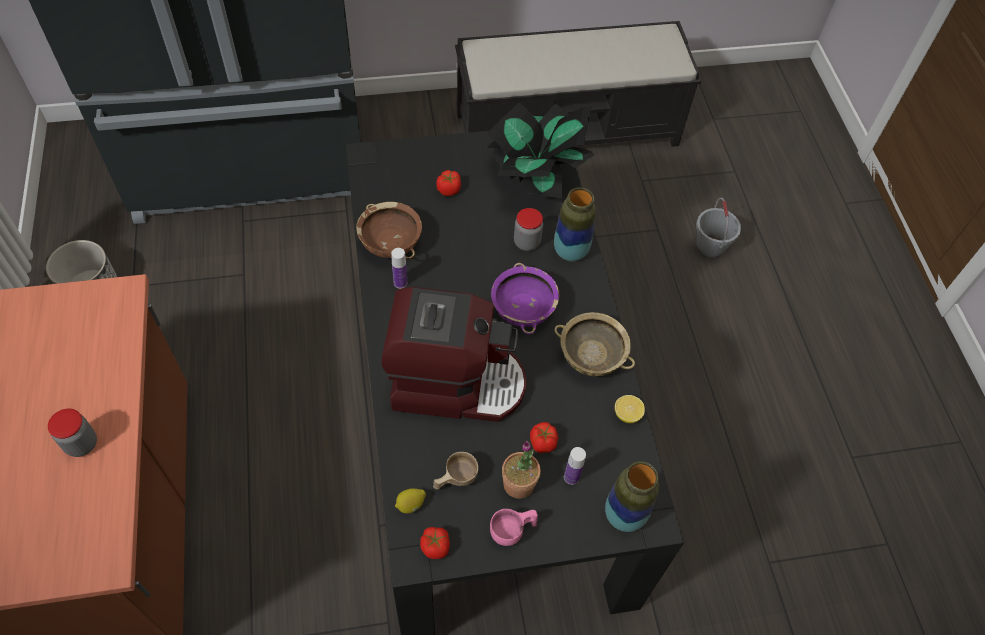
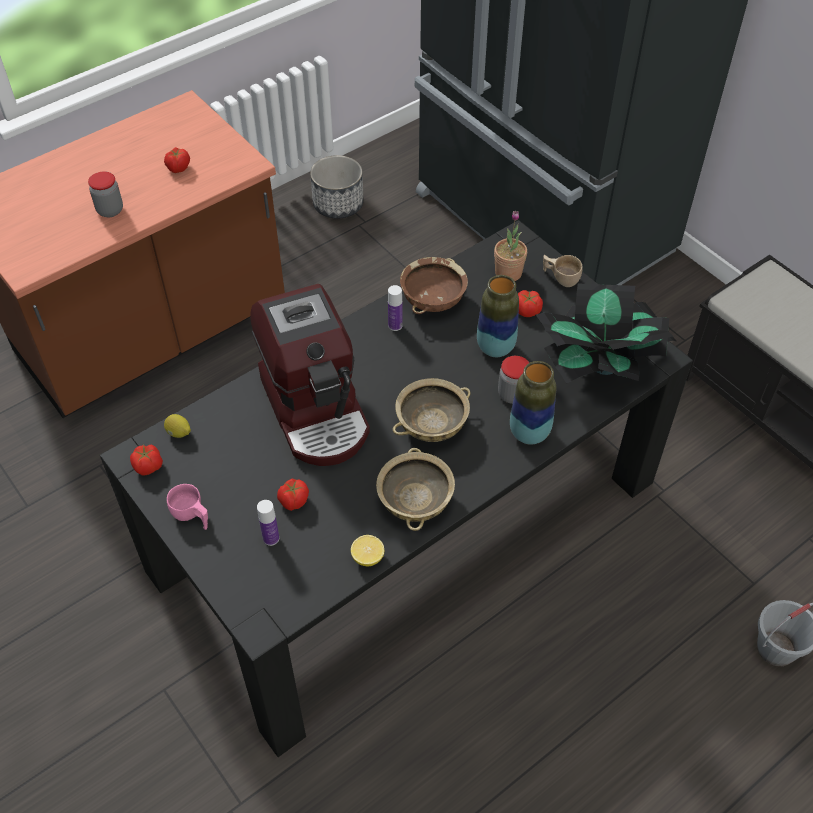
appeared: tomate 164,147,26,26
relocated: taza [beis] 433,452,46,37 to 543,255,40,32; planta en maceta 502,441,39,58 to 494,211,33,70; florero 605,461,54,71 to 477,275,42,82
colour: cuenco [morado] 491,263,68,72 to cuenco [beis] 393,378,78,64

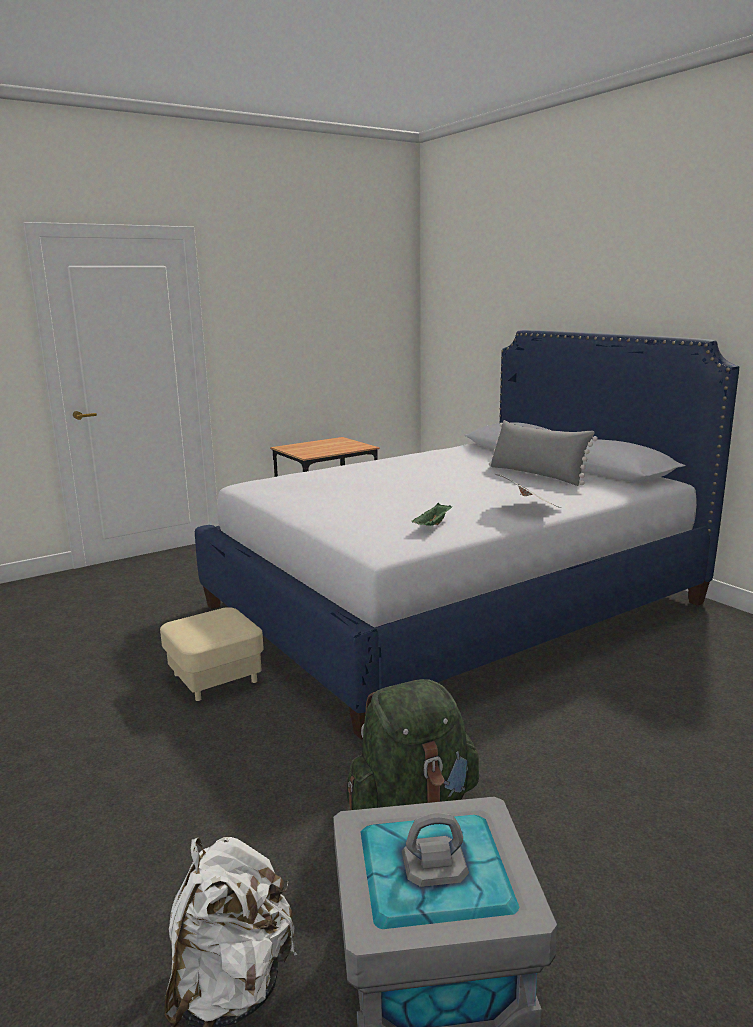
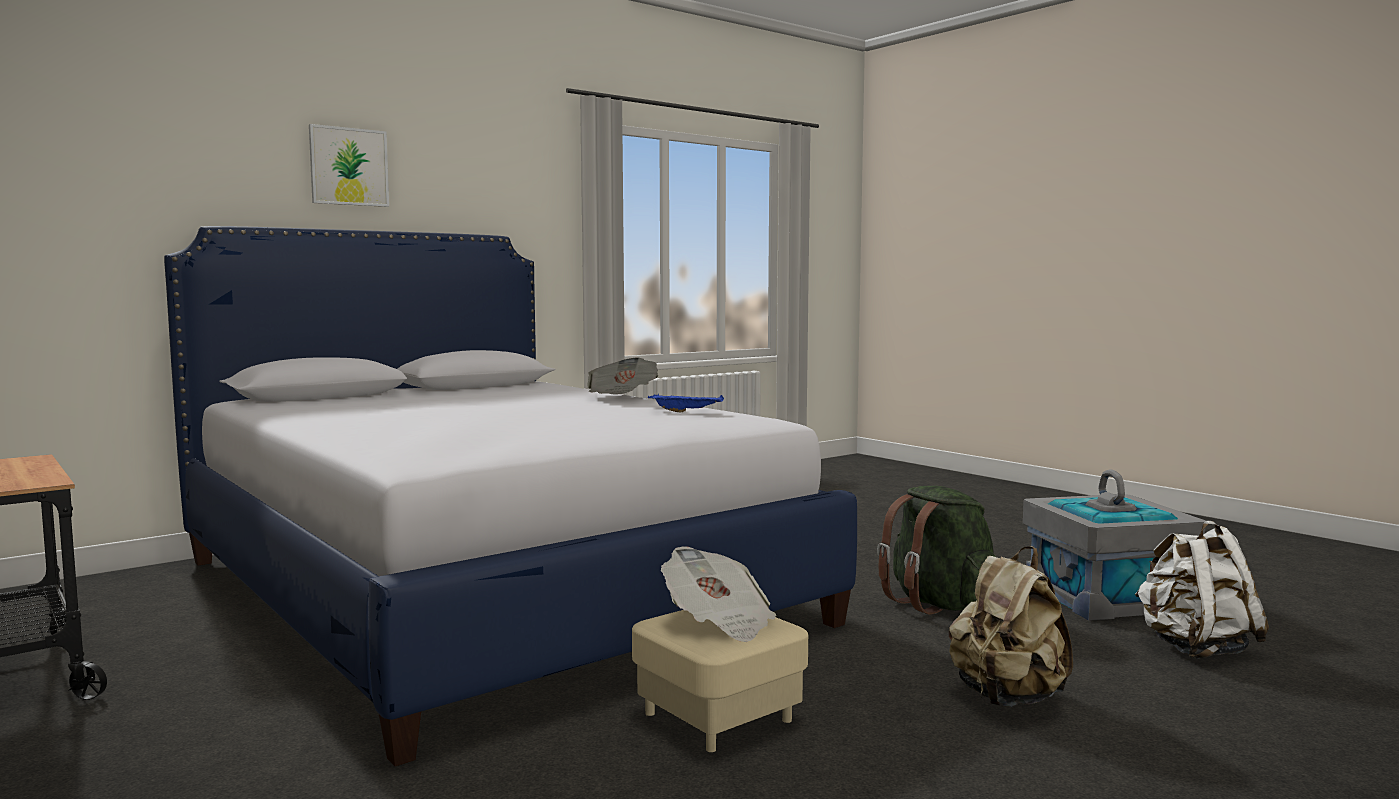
missing: cojín [gris] 489,420,109,66
appeared: cuadro 309,124,80,83; periódico 661,547,116,95; mochila [beis] 949,546,124,161
colour: bandeja [verde] 412,503,40,23 to bandeja [azul] 648,394,76,18

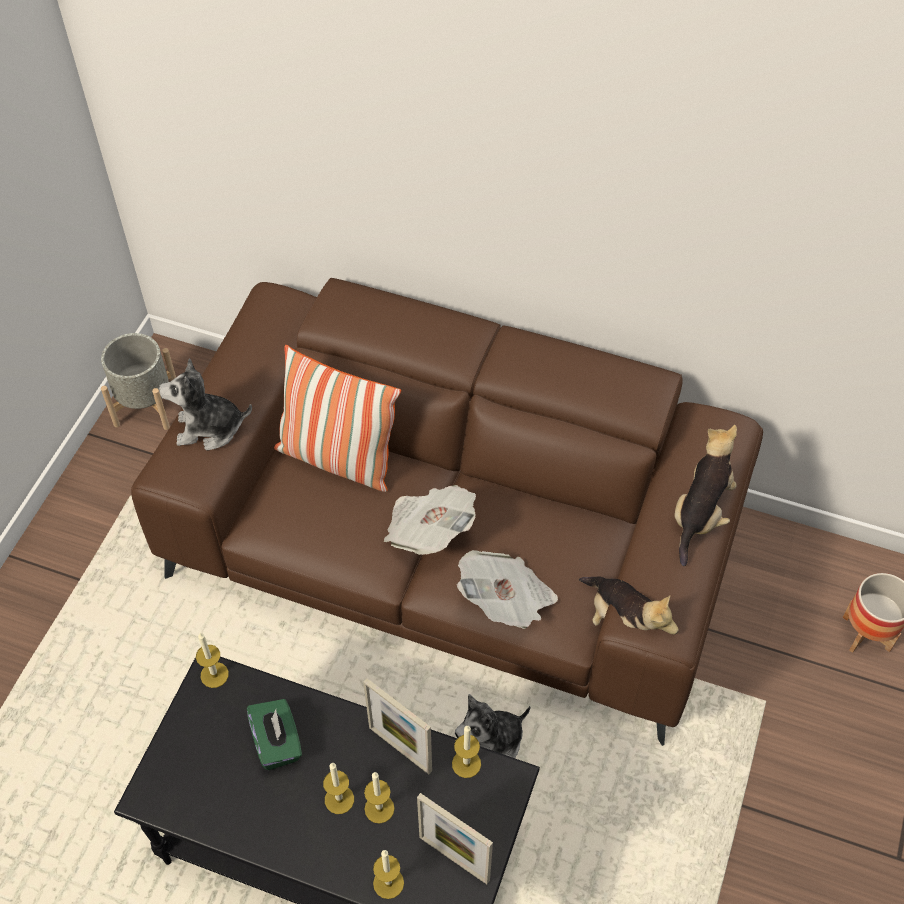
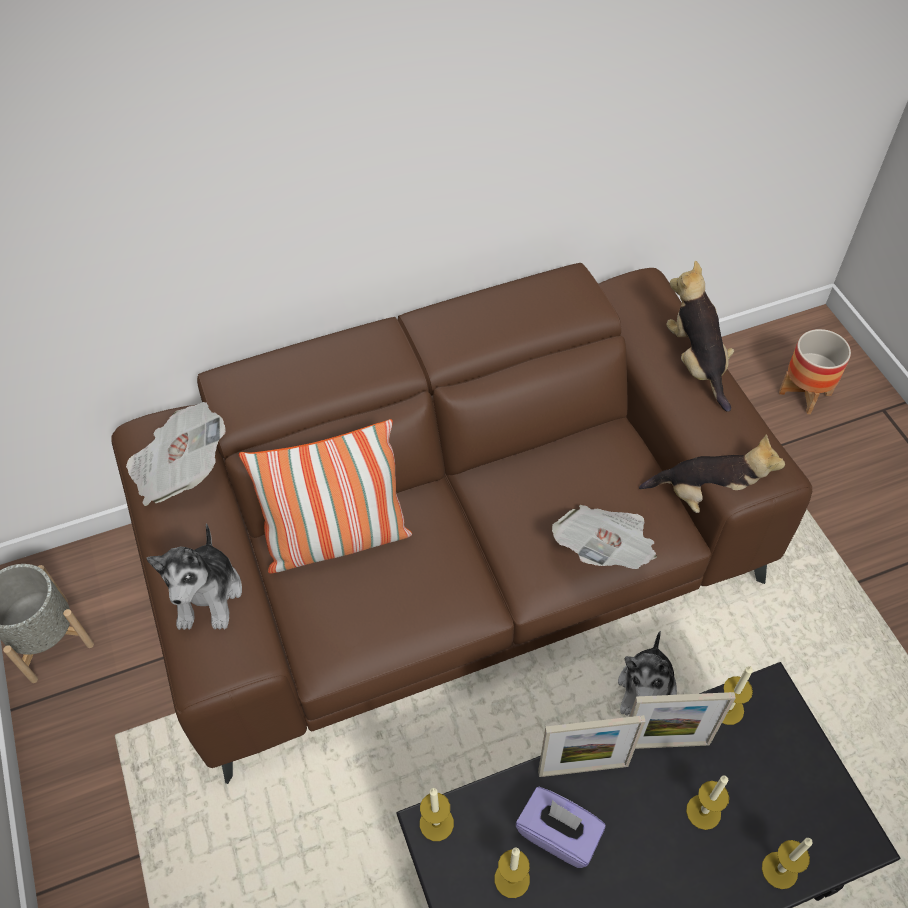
relocated: vela 323,763,31,51 to 495,847,35,51; periódico 384,485,92,70 to 126,402,100,104; portarretratos 417,793,76,91 to 538,715,108,62
colour: caja de pañuelos [verde] 247,699,55,71 to caja de pañuelos [morado] 516,787,90,81
spun: peluche 159,358,93,92 = 147,524,95,106 45 degrees counterclockwise

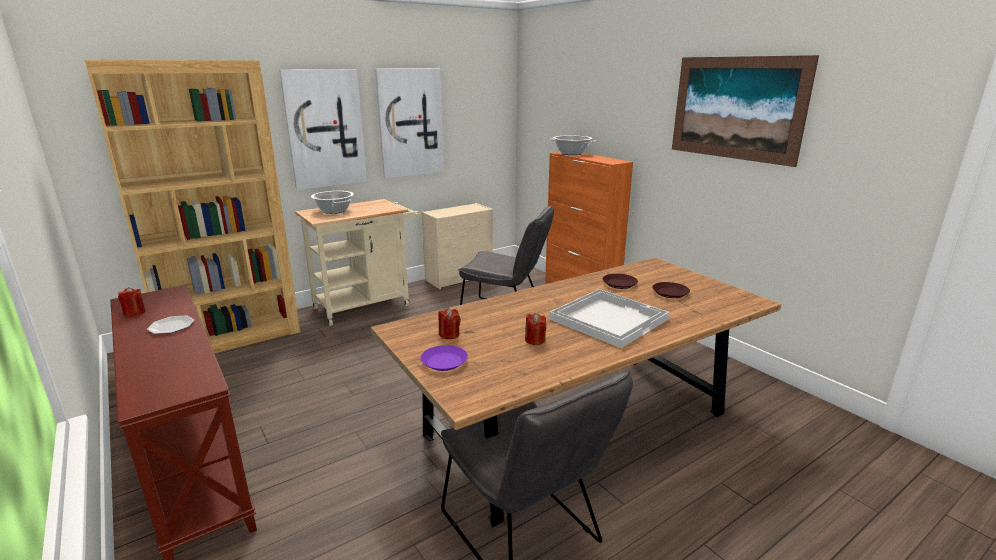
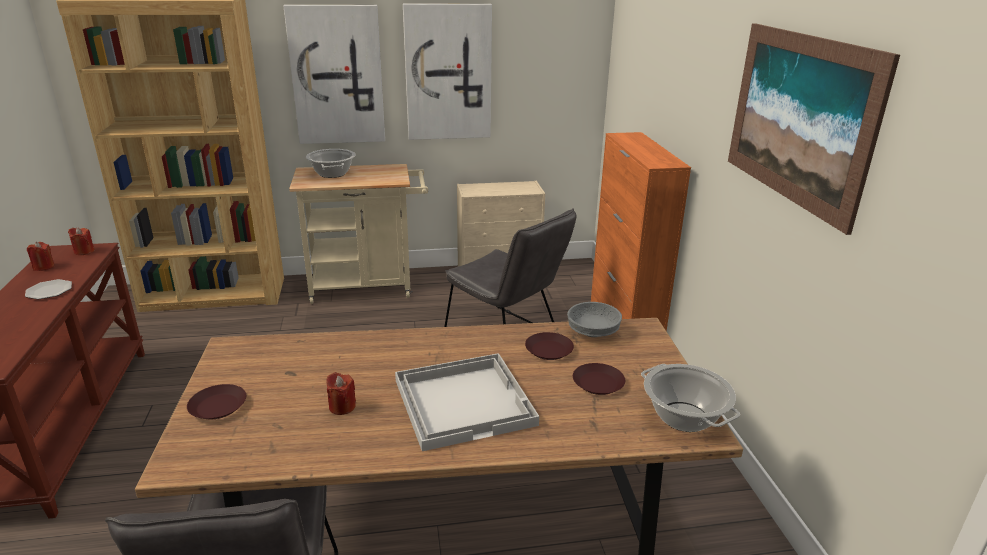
appeared: cuenco [gris] 567,302,55,35
relocated: vela [rojo] 438,308,23,31 to 68,227,26,28; olla 549,136,47,19 to 641,364,99,68
colour: plato [morado] 420,345,48,26 to plato [marrón] 187,384,59,35

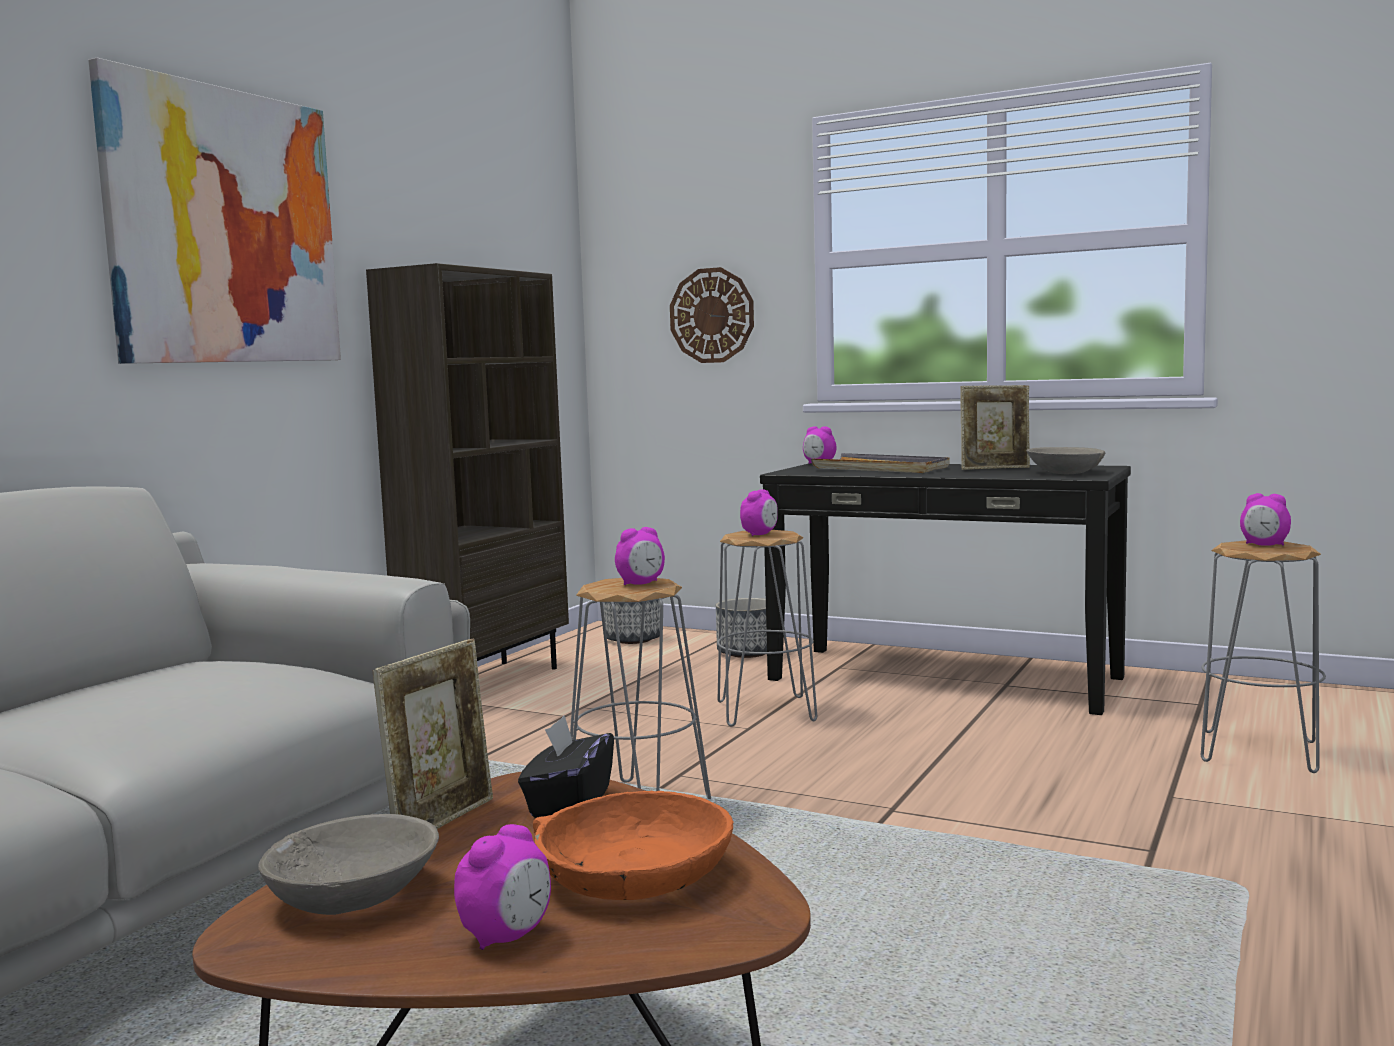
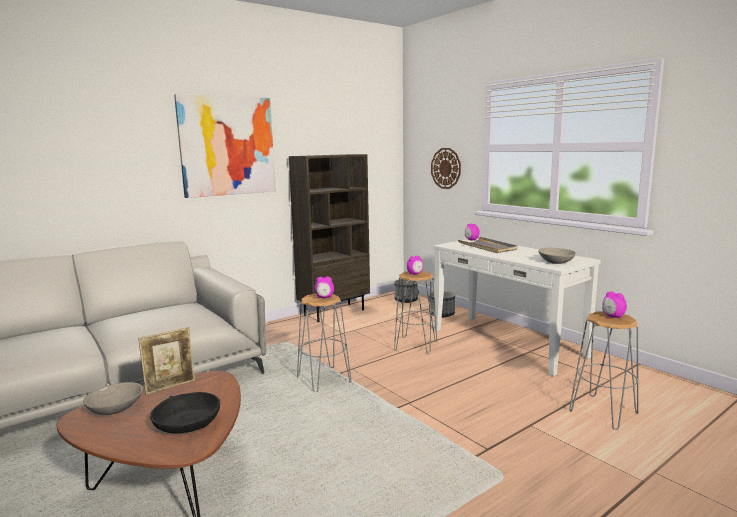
missing: despertador 454,824,97,126; caja de pañuelos [negro] 518,715,96,103; portarretratos 960,385,70,85
colour: cuenco [naranja] 533,791,201,109 to cuenco [negro] 150,392,70,42; mesa consola [negro] 760,463,371,252 to mesa consola [blanco] 434,239,167,137

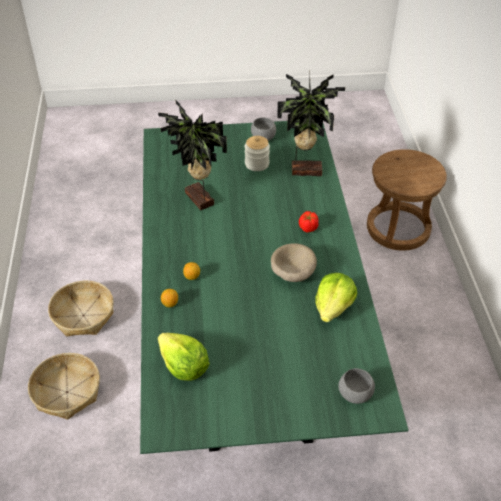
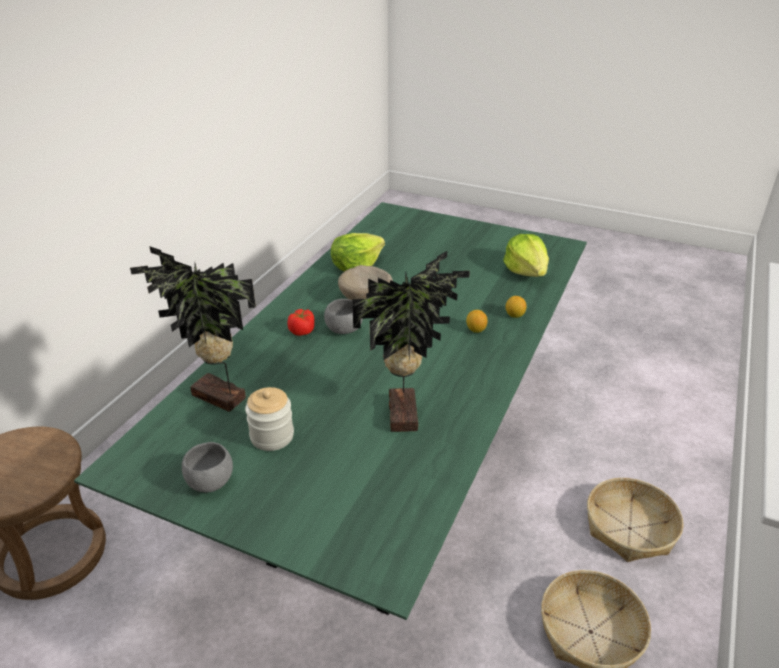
relocated: cuenco [gris] 338,368,37,36 to 324,299,39,35

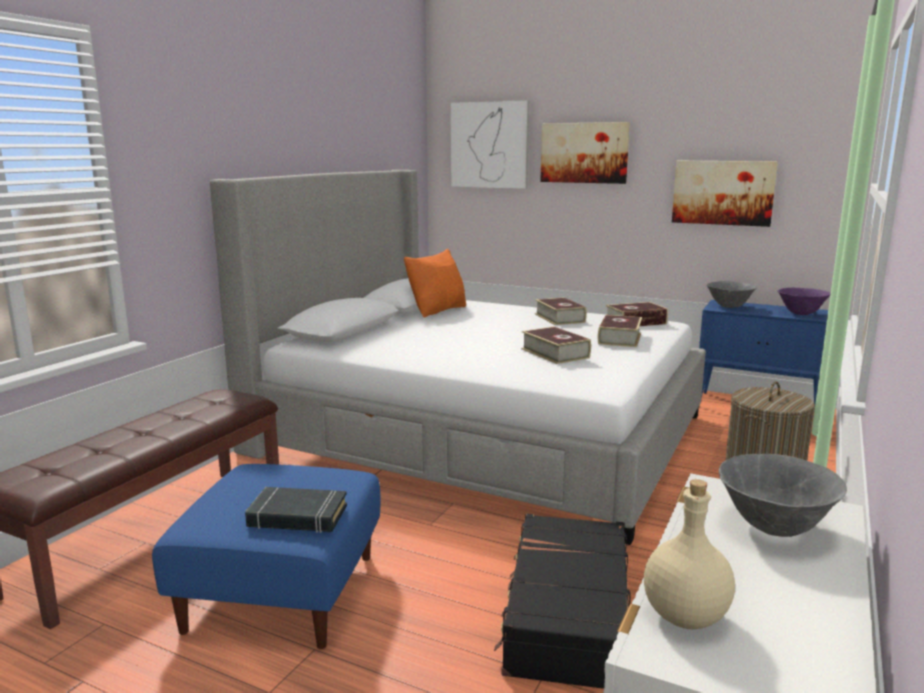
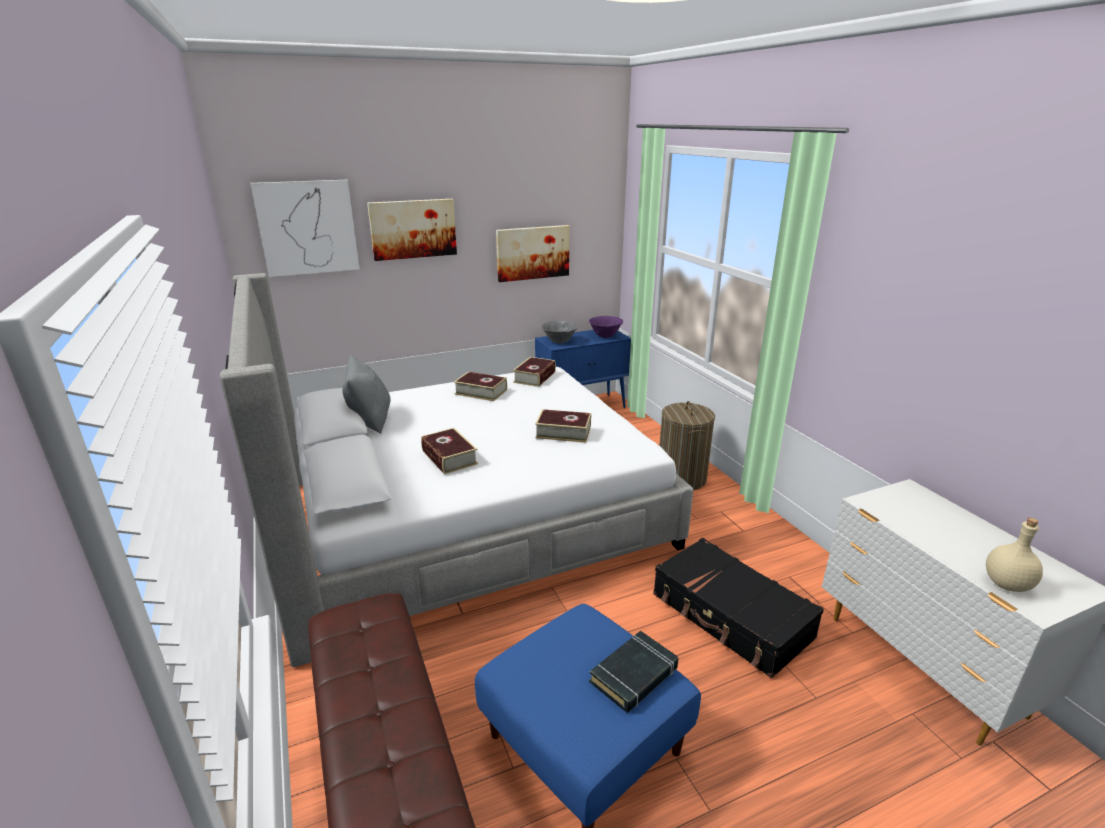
missing: cuenco [gris] 719,454,128,83
relocated: libro 598,315,44,32 to 421,428,57,46
colour: cojín [naranja] 404,249,62,69 to cojín [gris] 343,355,48,79

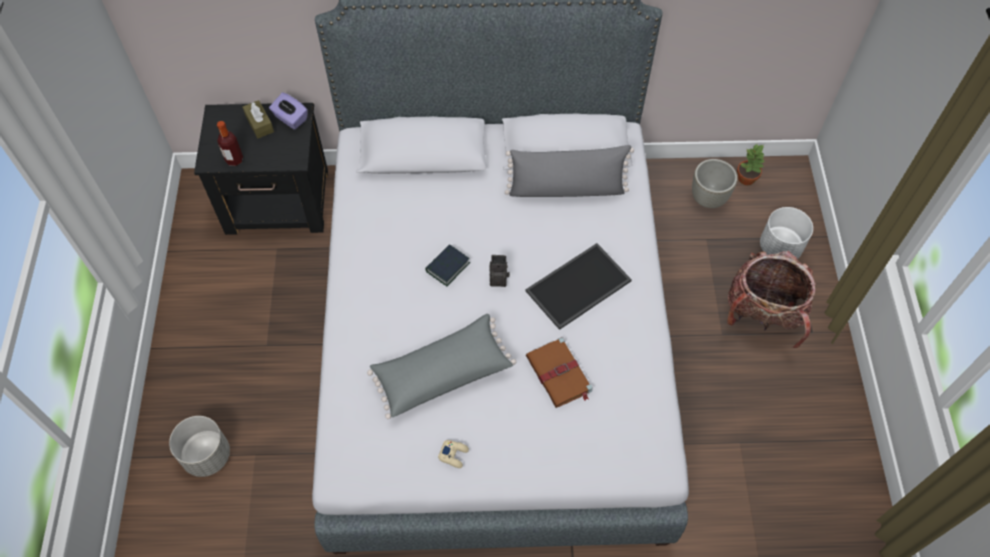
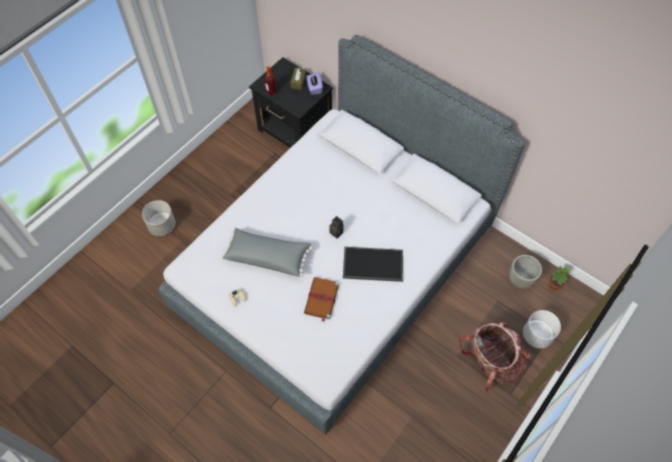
missing: libro 425,244,45,42; cojín [gris] 505,145,129,52

